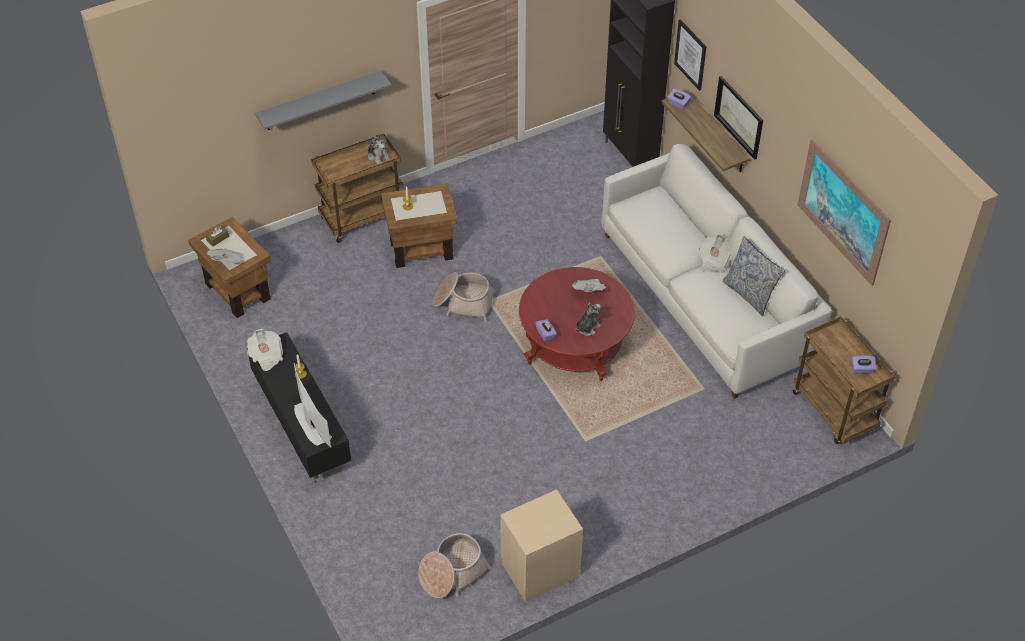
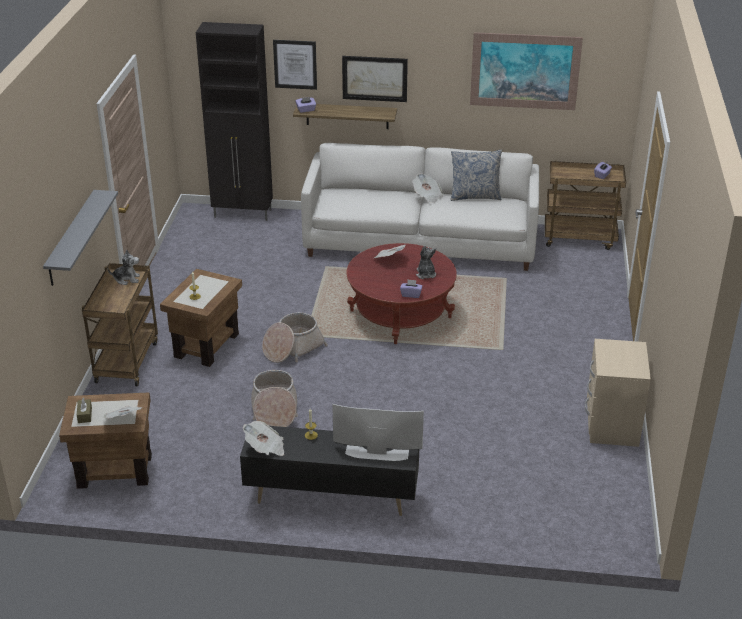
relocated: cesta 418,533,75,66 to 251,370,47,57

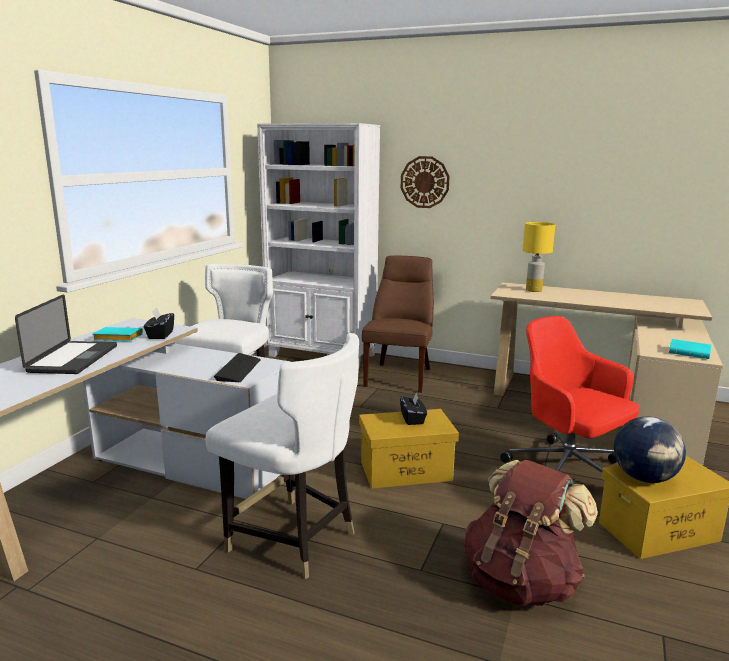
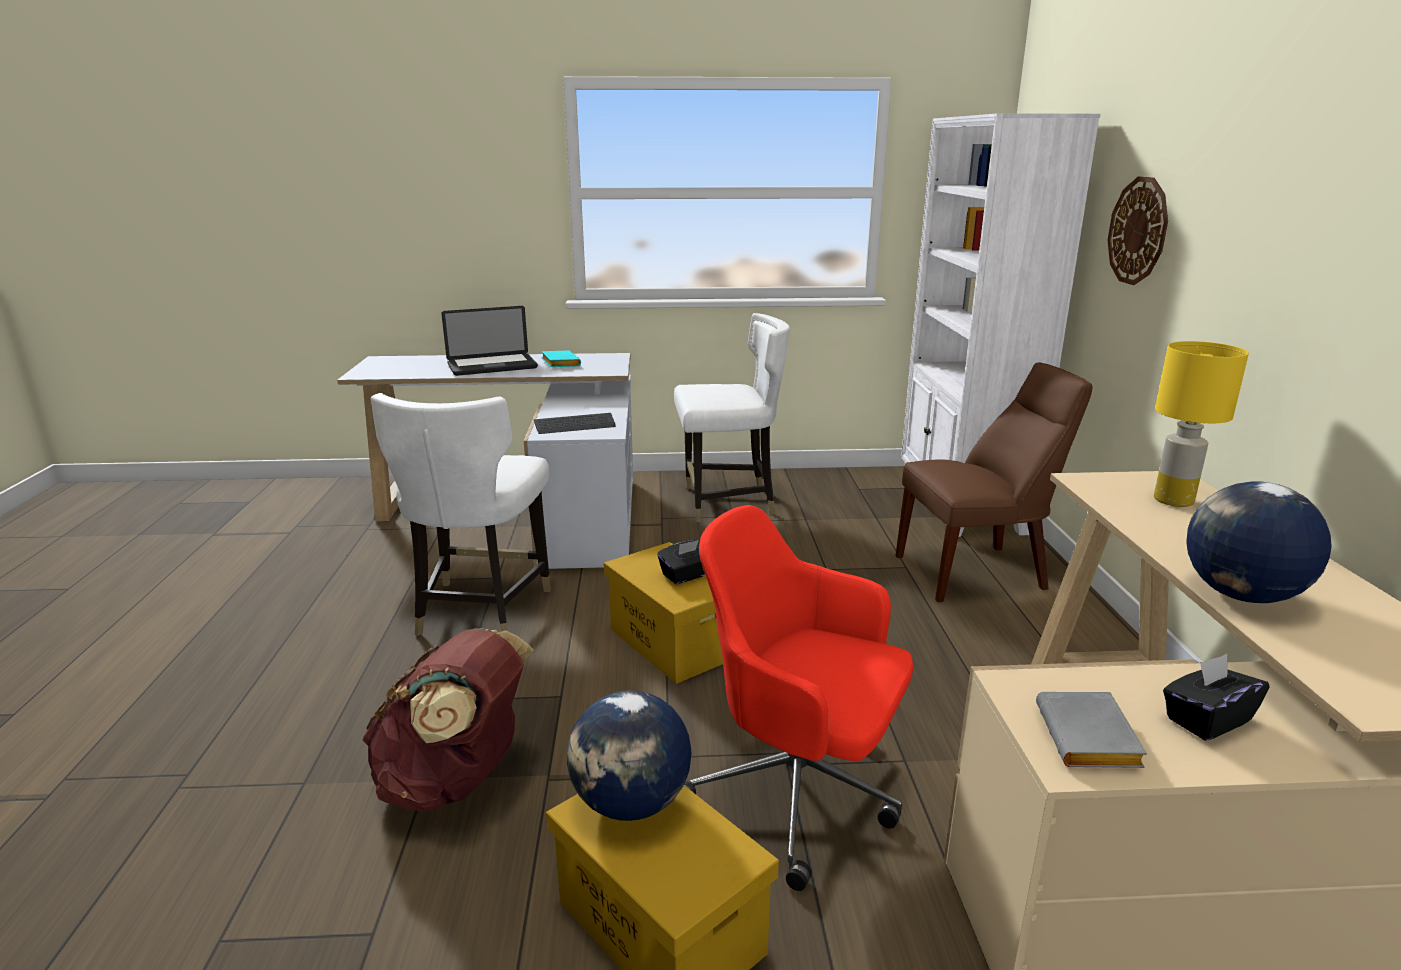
appeared: globo terráqueo 1186,481,146,122
relocated: caja de pañuelos [negro] 144,308,30,31 to 1163,654,107,86
colour: libro [turquesa] 669,339,42,20 to libro [gris] 1036,692,111,76
spun: silla de oficina [rojo] 500,316,140,156 = 684,505,229,386 90 degrees counterclockwise

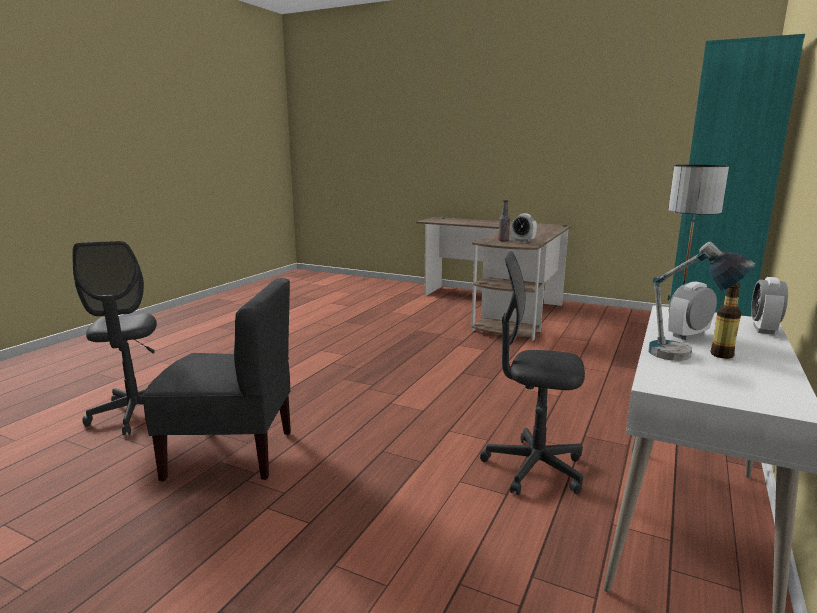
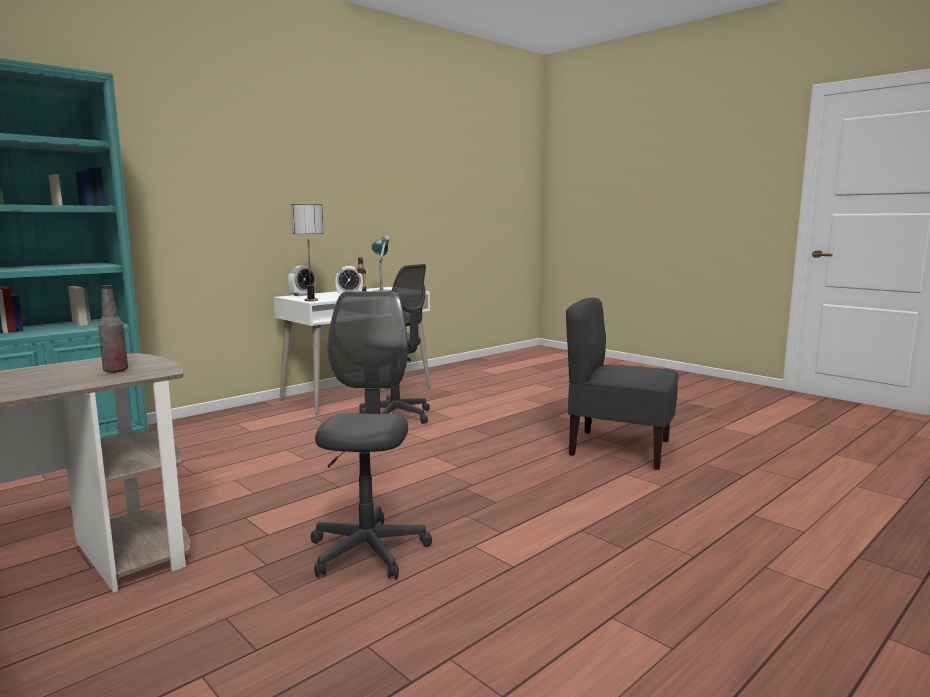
missing: despertador 511,213,26,29
relocated: silla de oficina [gris] 72,241,85,194 to 311,291,121,288

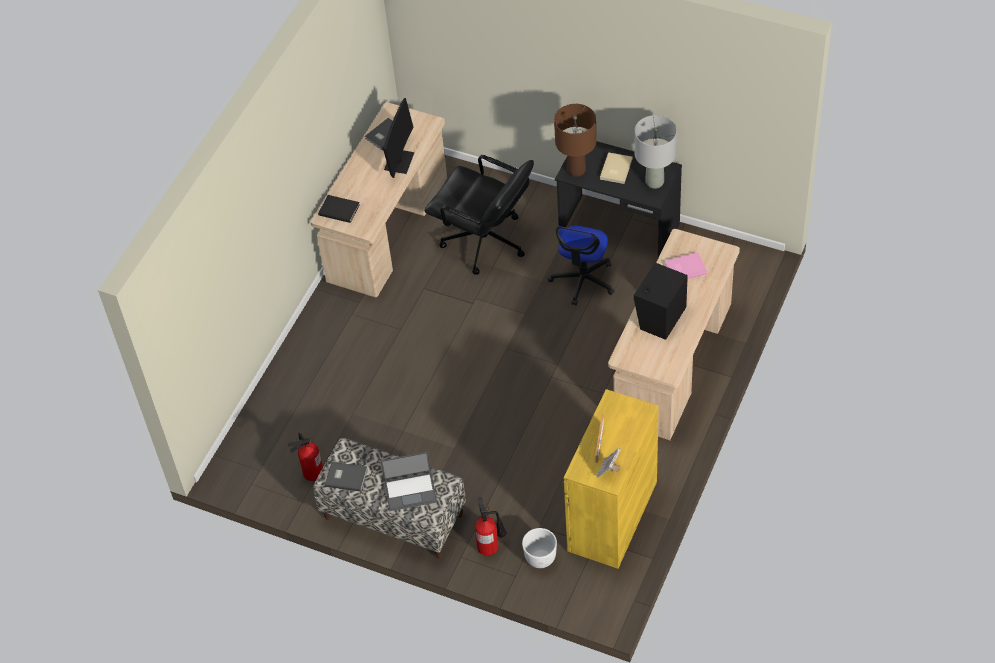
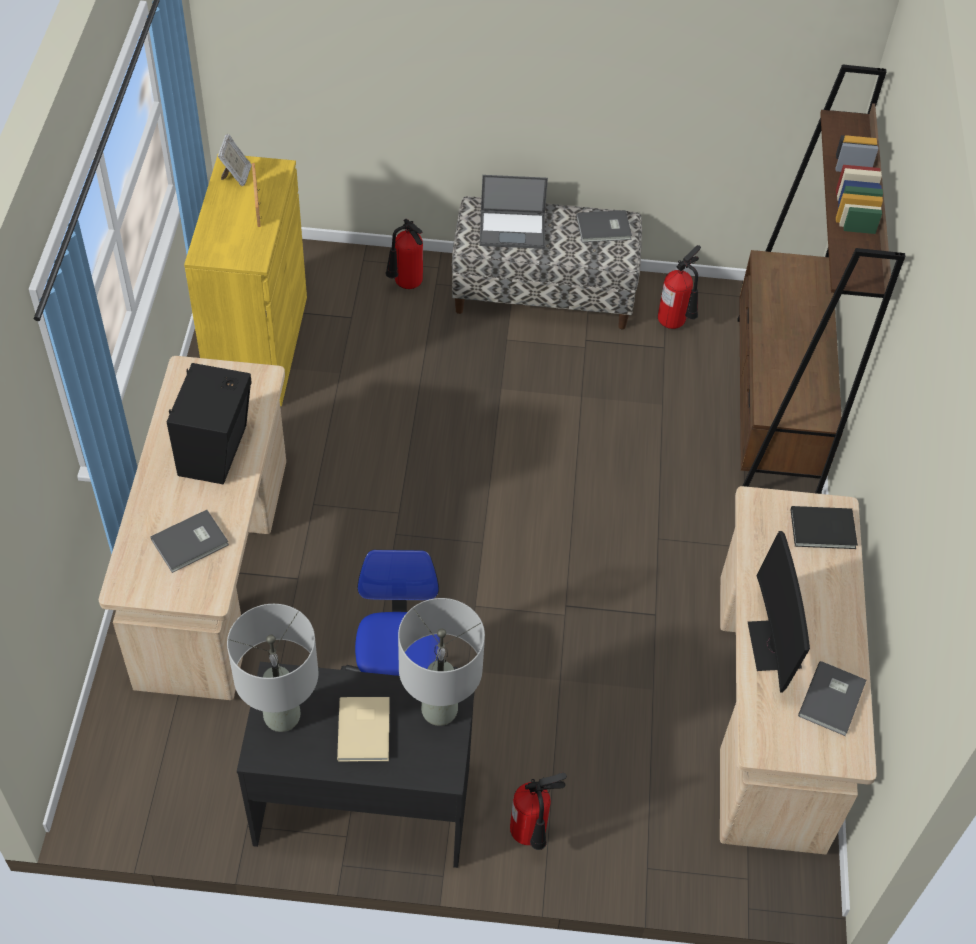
missing: silla de oficina [negro] 425,155,109,120; maceta [blanco] 522,528,35,40
appeared: extintor 510,773,57,77; estantería [marrón] 738,64,167,430
colour: lámpara de mesa [marrón] 554,104,43,73 to lámpara de mesa [gris] 398,598,87,128; libro [rosa] 665,252,42,27 to libro [gris] 150,510,79,63
spun: portátil 380,452,57,59 = 480,175,68,74 150 degrees counterclockwise

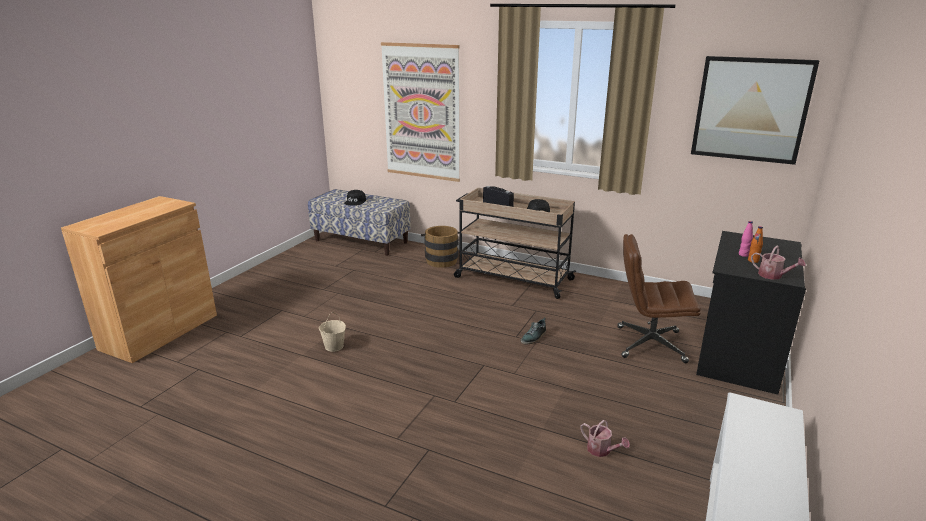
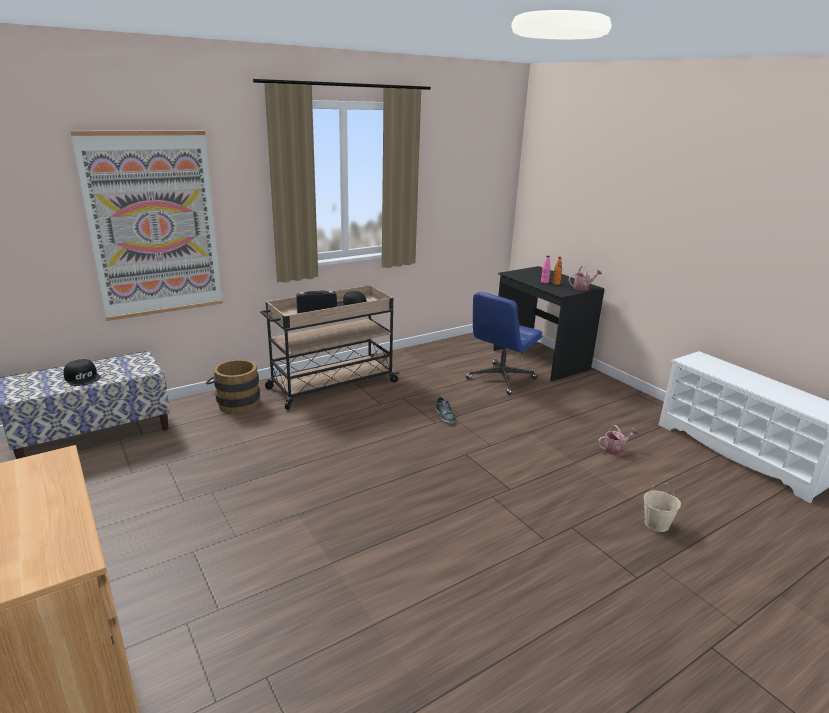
missing: cuadro 691,56,128,109
relocated: cubo [beis] 319,312,27,40 to 644,483,37,49
colour: silla de oficina [marrón] 617,234,84,129 to silla de oficina [azul] 466,292,76,103

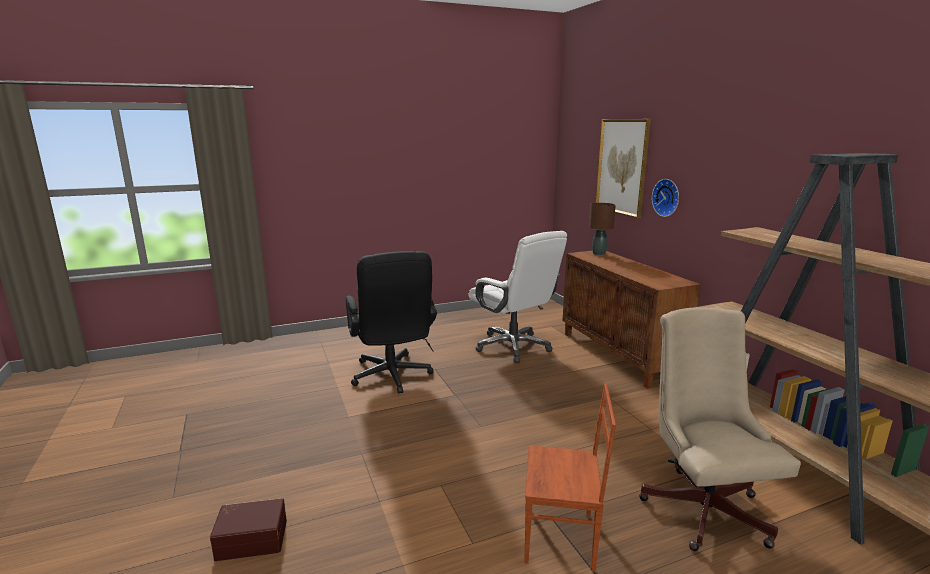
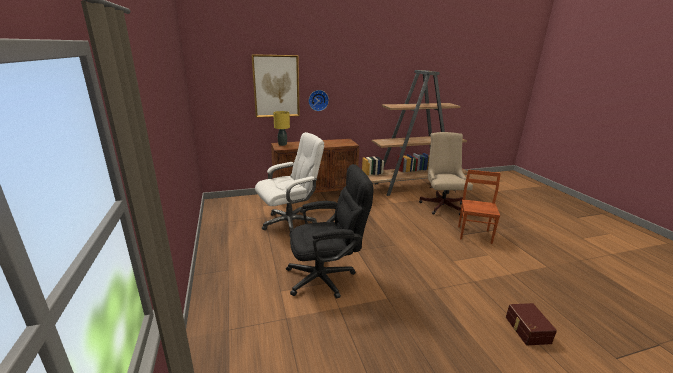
colour: lámpara de mesa [marrón] 589,203,27,52 to lámpara de mesa [amarillo] 273,111,17,35
spun: silla de oficina [beis] 639,307,162,244 = 419,132,54,83 90 degrees clockwise

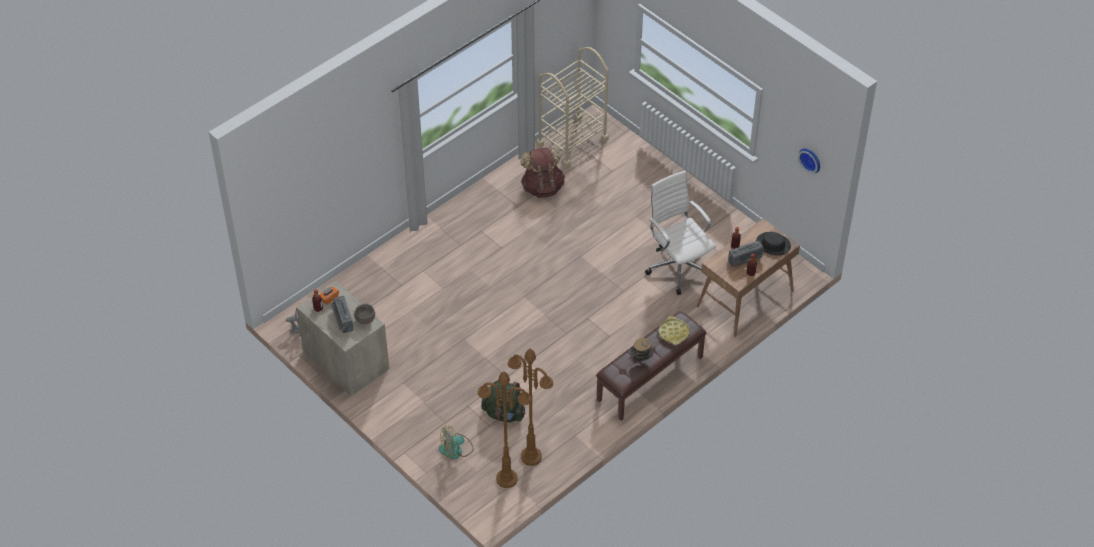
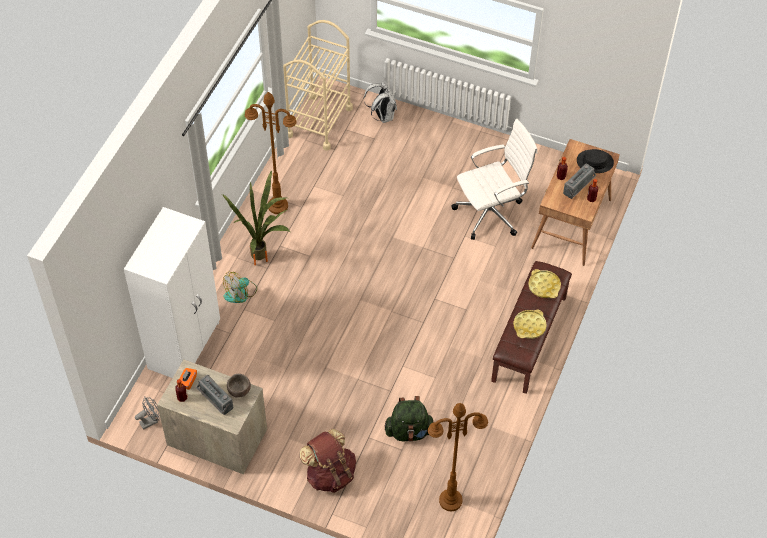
missing: reloj de pared 798,148,22,25
appeared: armario ropero [blanco] 124,207,96,171; planta en maceta 222,170,68,96; mochila [blanco] 363,82,34,41
relocated: ventilador 439,425,35,34 to 223,272,34,31; lámpara de pie [marrón] 508,349,45,117 to 245,92,51,122; mochila [marrón] 520,147,45,51 to 300,429,56,64
exchanged: sombrero 630,338,23,24 to bandeja [amarillo] 513,310,34,29
spun: silla de oficina [blanco] 645,171,70,124 = 452,119,85,121 120 degrees clockwise

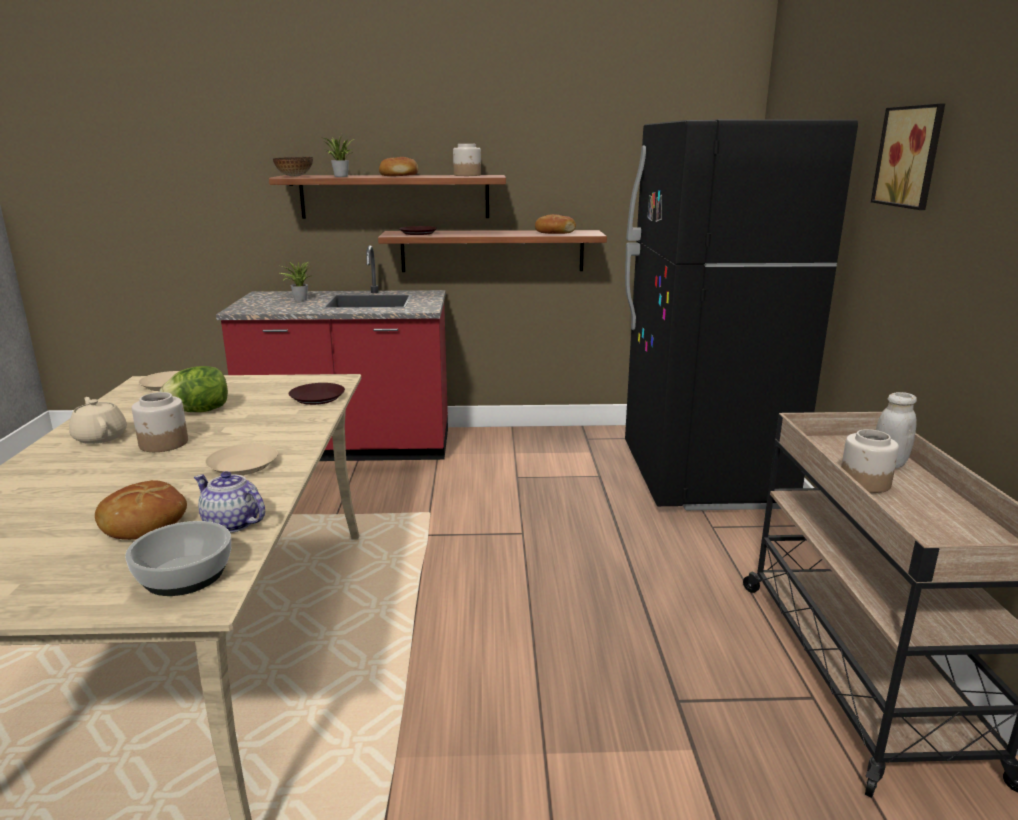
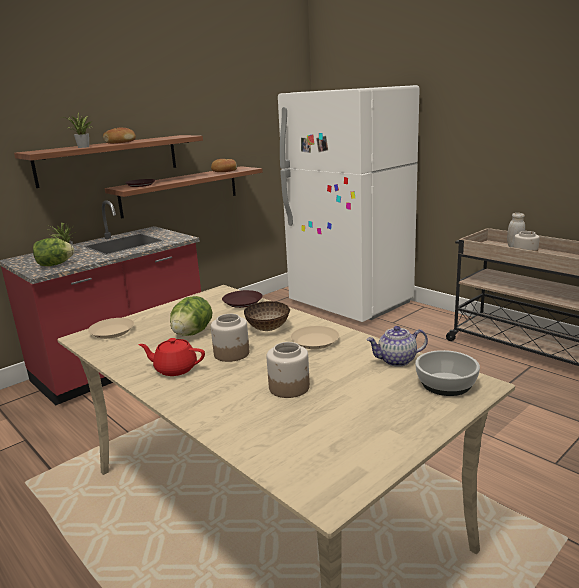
missing: pan 95,480,92,60; cuadro 871,104,74,106
appeared: lechuga 33,238,41,28
relocated: cuenco 272,157,41,20 to 244,301,46,30; tarro 453,144,28,32 to 267,342,43,56
colour: tetera [beis] 69,397,58,47 to tetera [rojo] 139,338,66,38; nevera [negro] 625,119,233,391 to nevera [blanco] 278,85,142,237

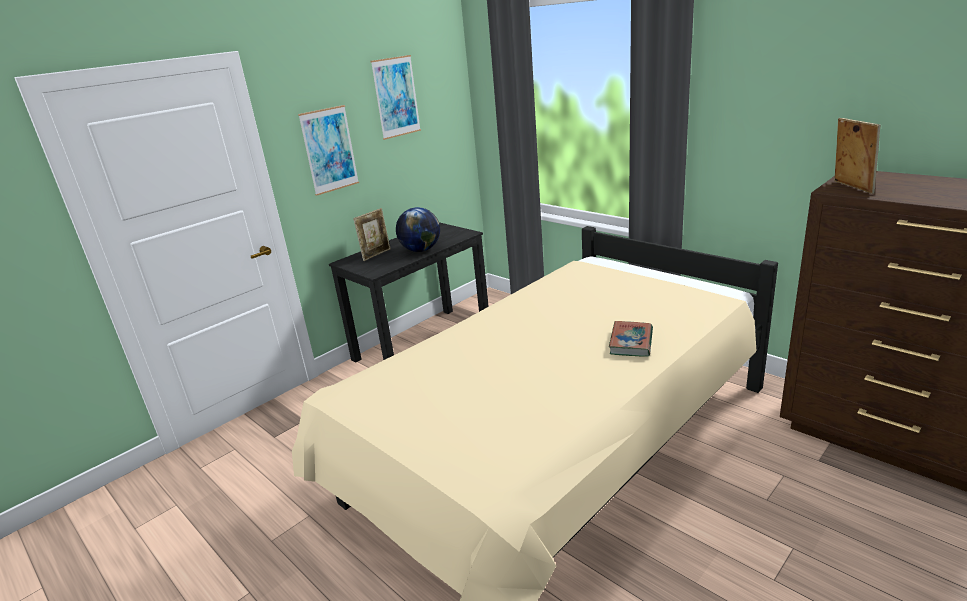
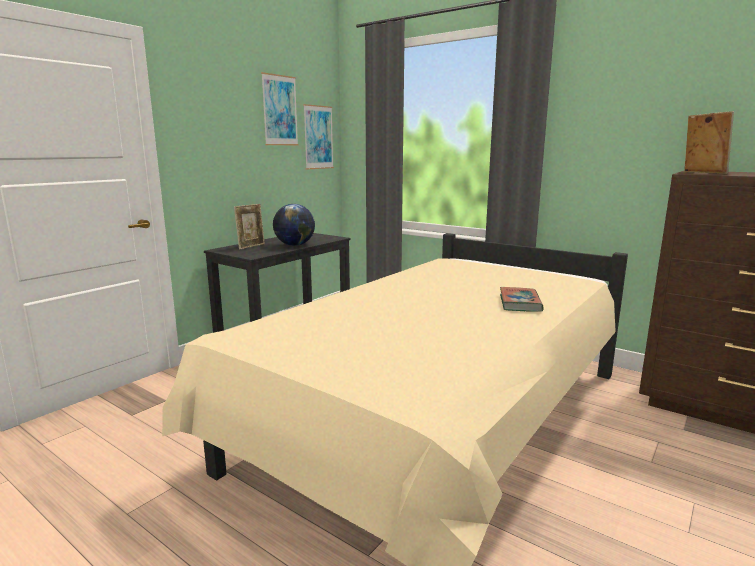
relocated: cuadro 298,105,61,91 to 303,104,31,65

